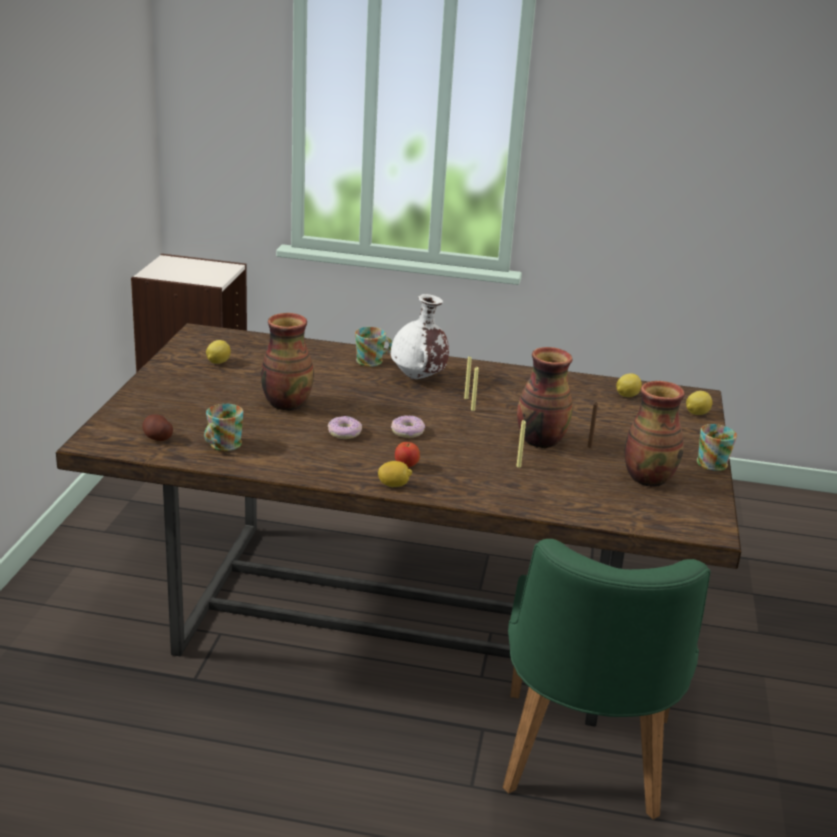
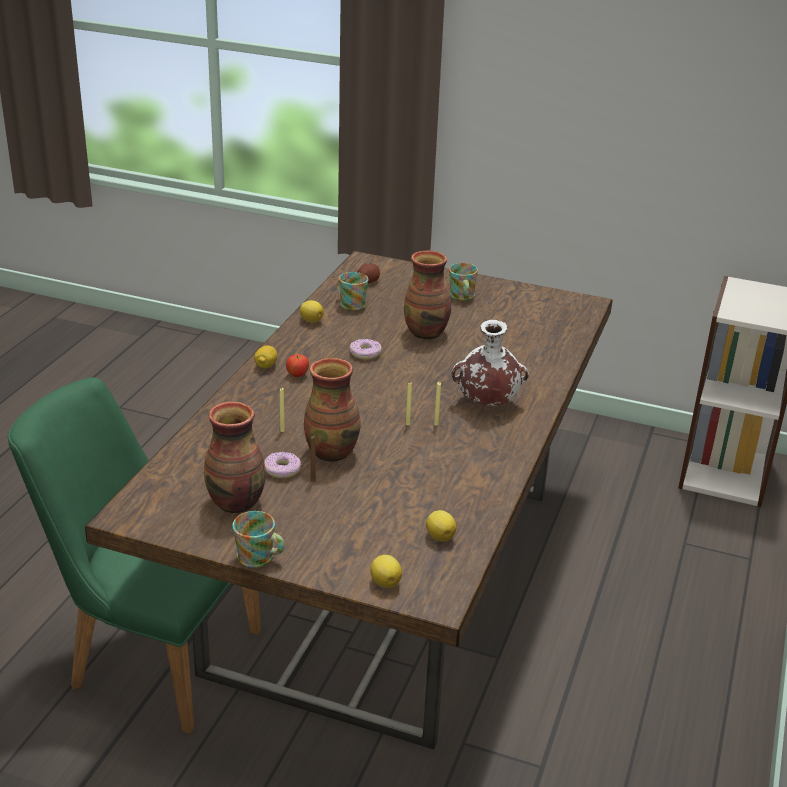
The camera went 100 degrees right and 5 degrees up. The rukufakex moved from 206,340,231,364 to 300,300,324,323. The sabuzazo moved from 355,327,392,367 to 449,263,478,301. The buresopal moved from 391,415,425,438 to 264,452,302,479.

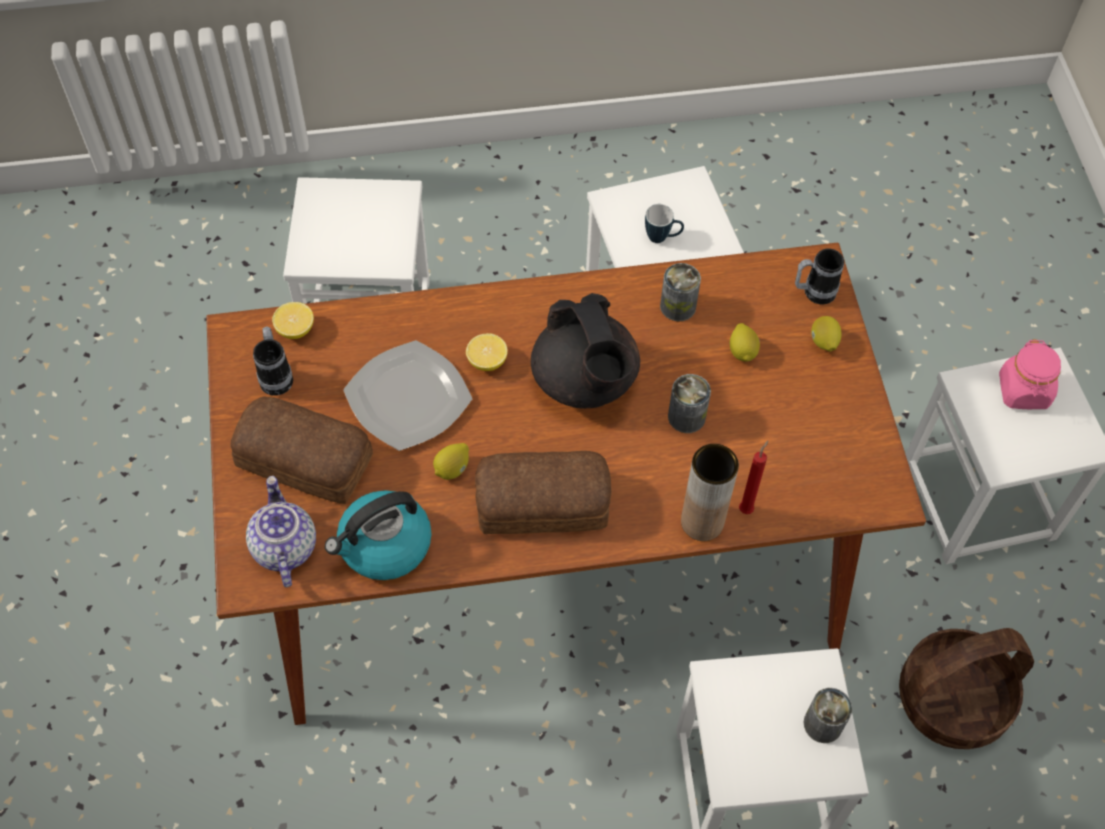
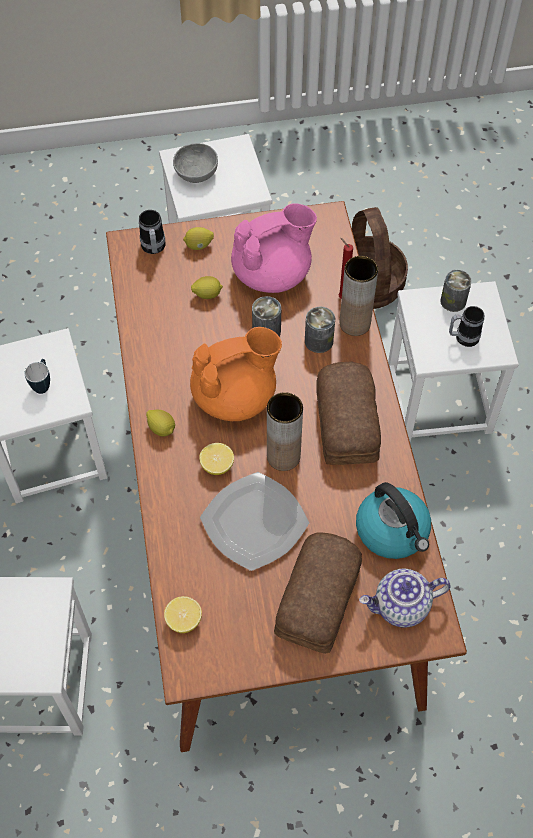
The camera went 90 degrees left and 0 degrees up. The sabuzazo moved from 253,326,293,396 to 449,306,485,347. The rukufakex moved from 433,443,469,480 to 146,410,175,437. The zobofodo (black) at 531,293,640,409 became the zobofodo (orange) at 190,327,282,421. The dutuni moved from 660,263,701,321 to 305,307,335,353. The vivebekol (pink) at 999,339,1061,409 was replaced by the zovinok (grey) at 173,143,218,183. The zobofodo (pink) at 231,204,317,293 appeared. The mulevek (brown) at 267,392,303,471 appeared.

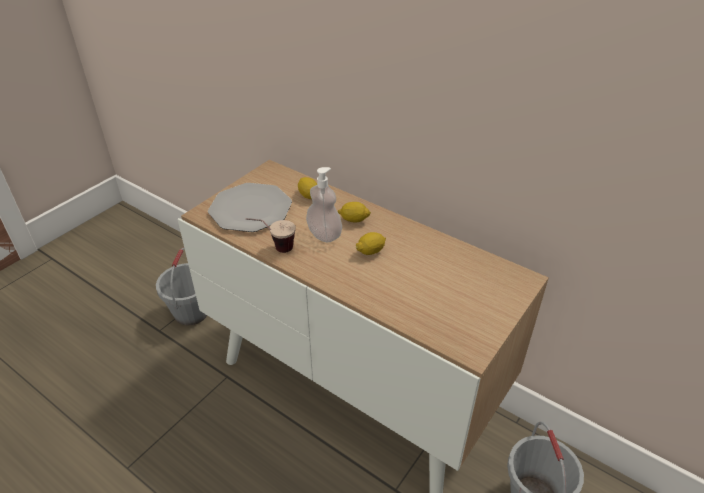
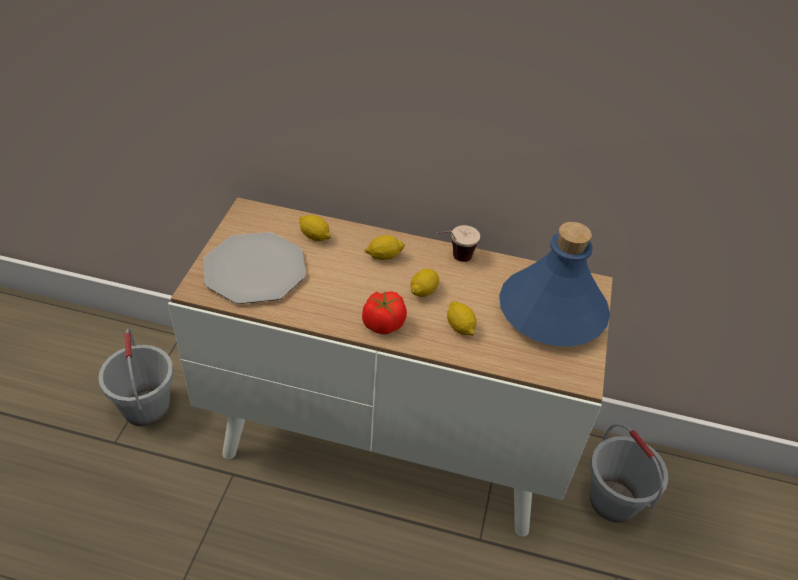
The camera went 25 degrees left and 5 degrees up. The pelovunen moved from 246,218,296,253 to 436,225,480,262. The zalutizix at 306,167,342,242 disappeared. The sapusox at 362,291,407,334 appeared. The rukufakex at 447,301,477,336 appeared. The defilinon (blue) at 499,222,610,347 appeared.

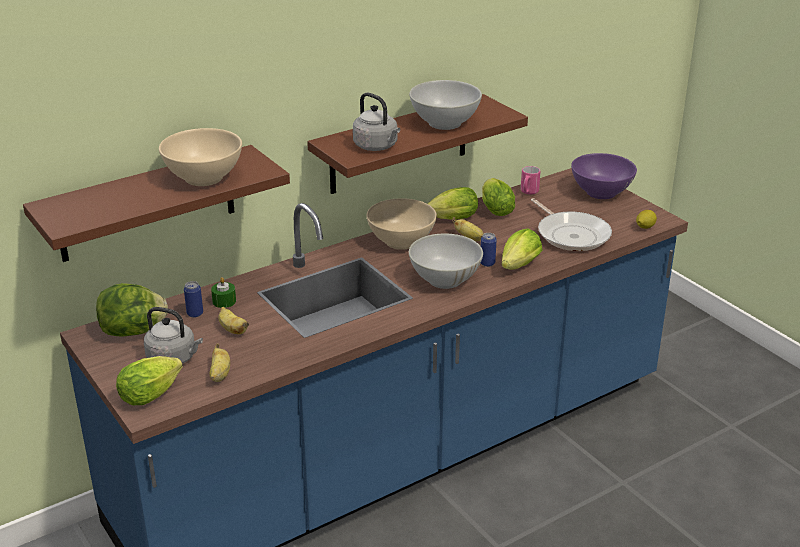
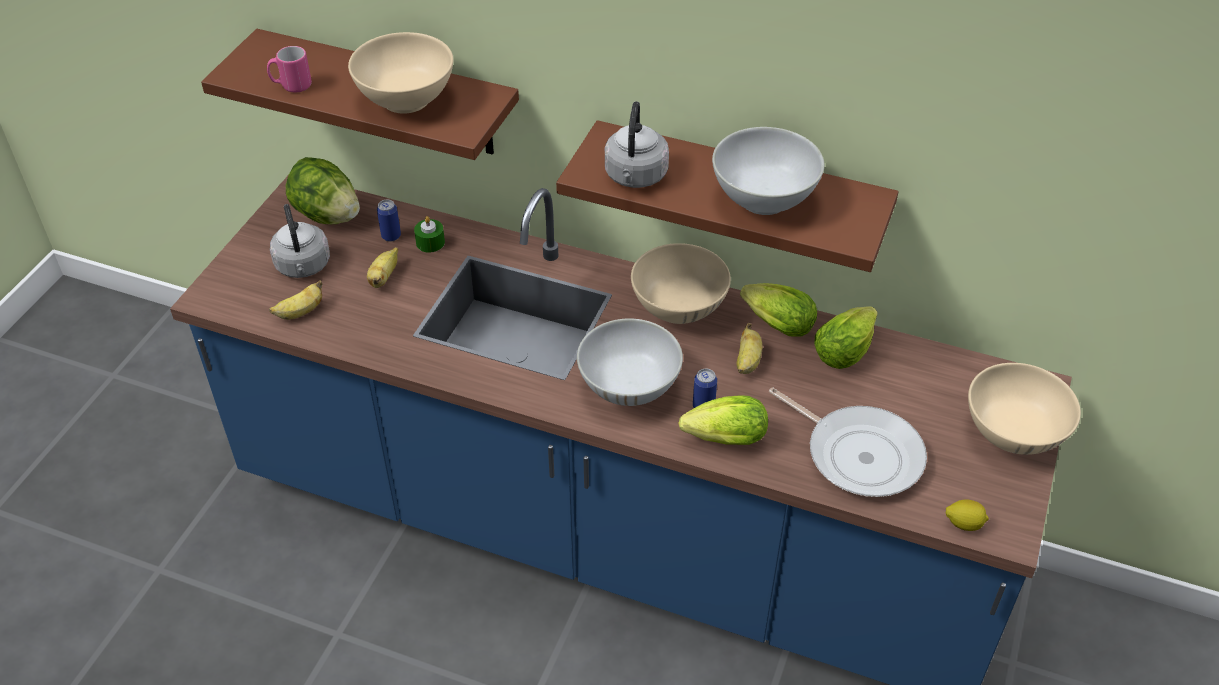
The camera went 55 degrees right and 15 degrees up. The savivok at 116,356,183,405 disappeared. The sabuzazo (pink) moved from 521,166,541,194 to 267,46,312,93. The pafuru at 531,198,612,251 turned 75 degrees counterclockwise. The zovinok (purple) at 571,153,637,199 became the zovinok (beige) at 968,363,1081,455.

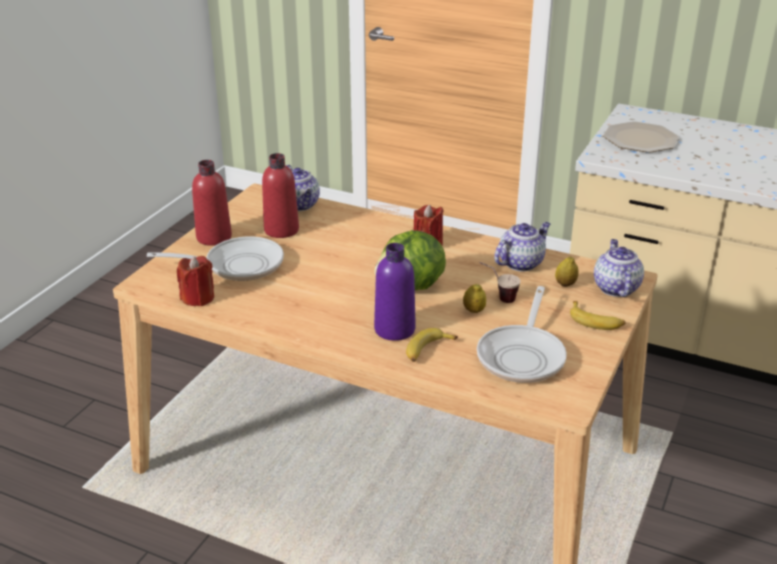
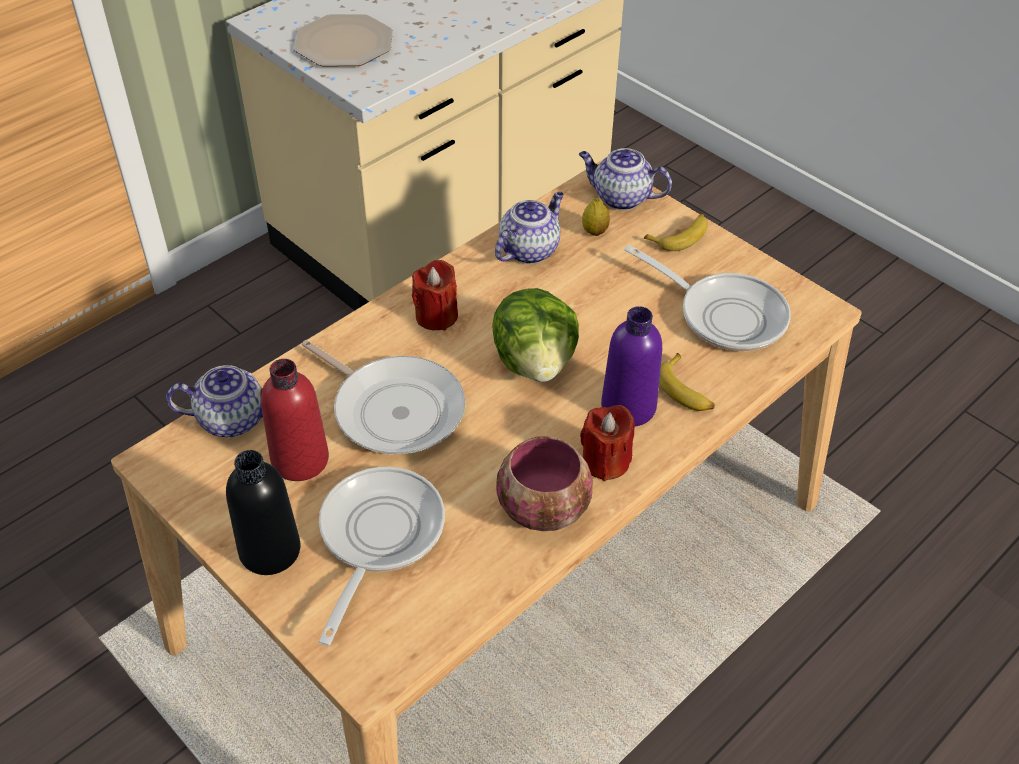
The camera went 70 degrees left and 15 degrees up. The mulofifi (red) moved from 177,256,214,306 to 580,405,635,481. The defilinon (red) at 192,160,232,246 became the defilinon (black) at 226,450,301,575. The rukufakex at 463,284,486,313 disappeared. The pelovunen at 480,262,521,303 disappeared. The zobofodo at 494,222,550,272 turned 60 degrees clockwise. The pafuru at 301,340,466,454 appeared. The zovinok at 496,436,593,531 appeared.

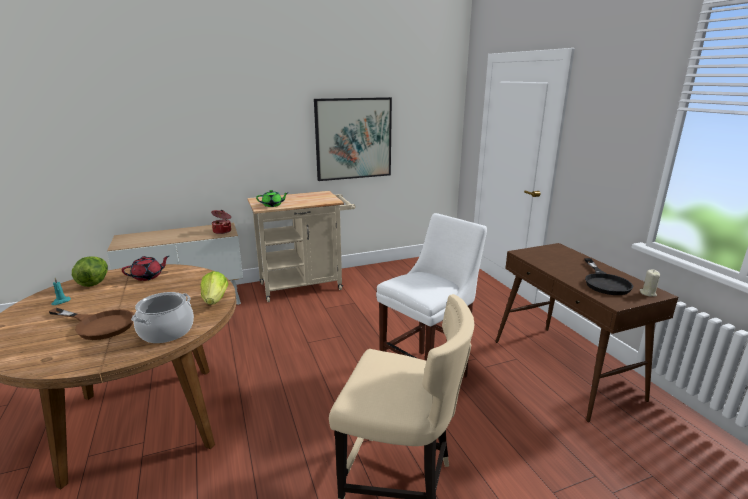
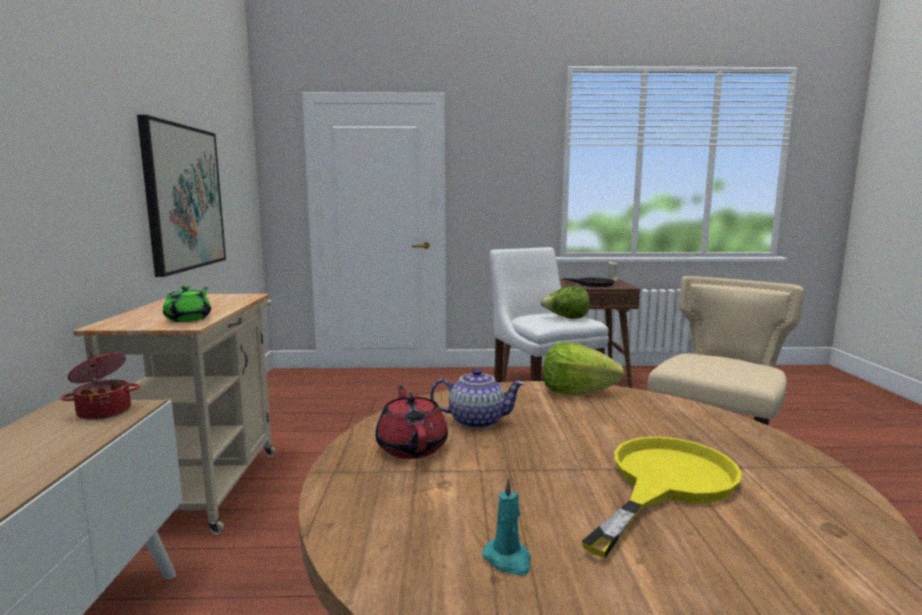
The camera went 70 degrees left and 10 degrees down. The pafuru (brown) at 48,308,134,340 became the pafuru (yellow) at 581,437,742,558. The savivok moved from 72,256,108,287 to 540,286,590,319. The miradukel at 131,292,194,343 disappeared. The zobofodo at 430,368,525,429 appeared.

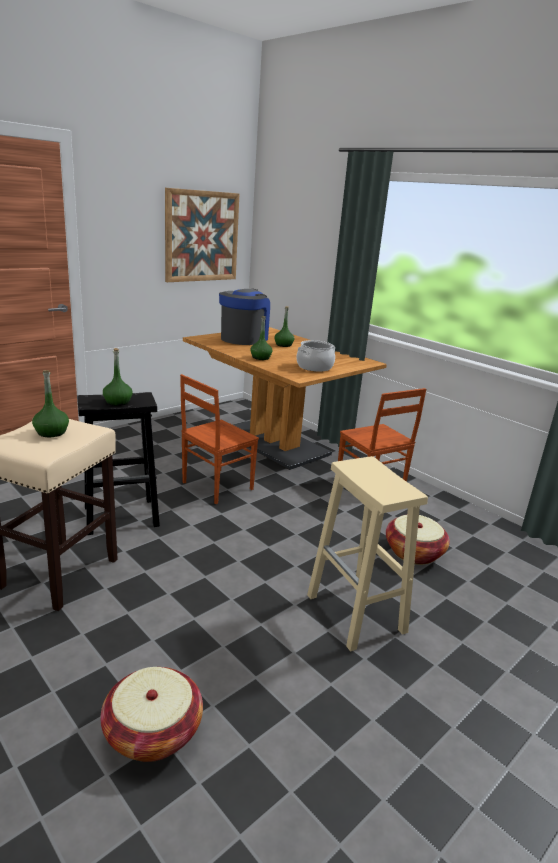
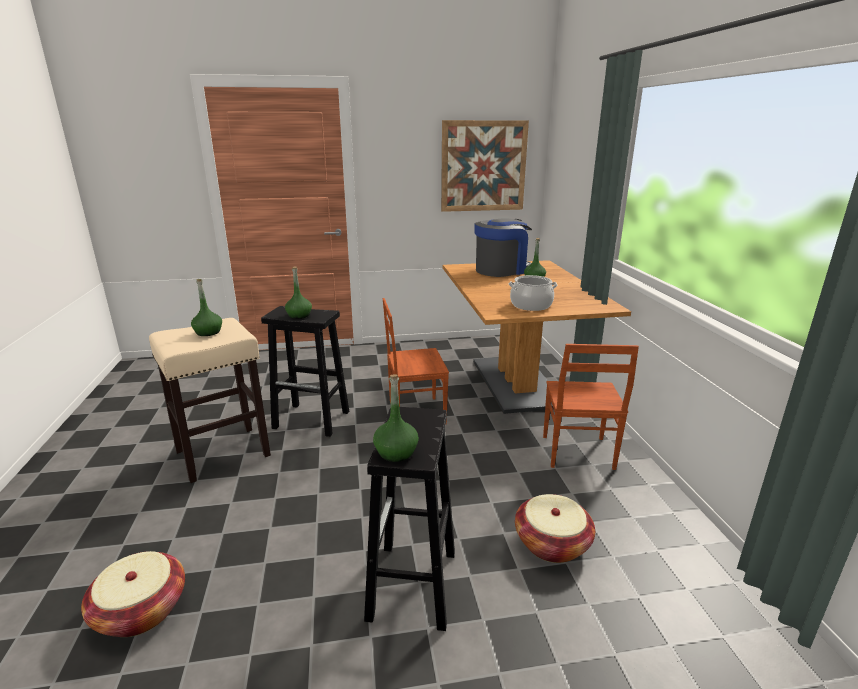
The camera went 35 degrees right and 0 degrees up. The defilinon (green) moved from 250,316,273,360 to 373,374,419,462. The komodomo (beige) at 307,456,428,652 became the komodomo (black) at 364,407,455,631.

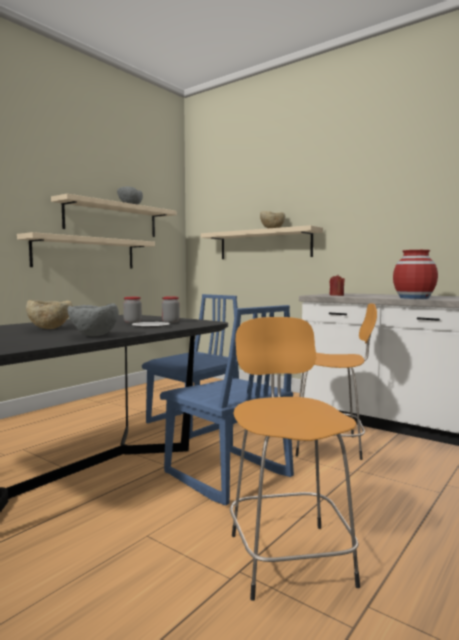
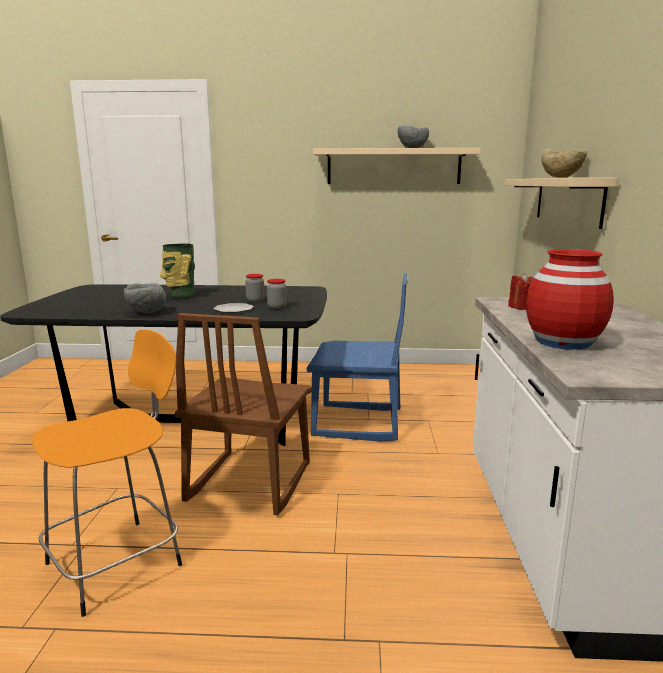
The camera went 55 degrees right and 10 degrees up. The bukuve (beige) at 17,232,155,269 disappeared. The zovinok (beige) at 26,300,72,329 was replaced by the mulevek at 160,243,195,299. The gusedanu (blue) at 160,305,294,505 became the gusedanu (brown) at 175,313,312,515. The komodomo (orange) at 296,303,377,460 disappeared.

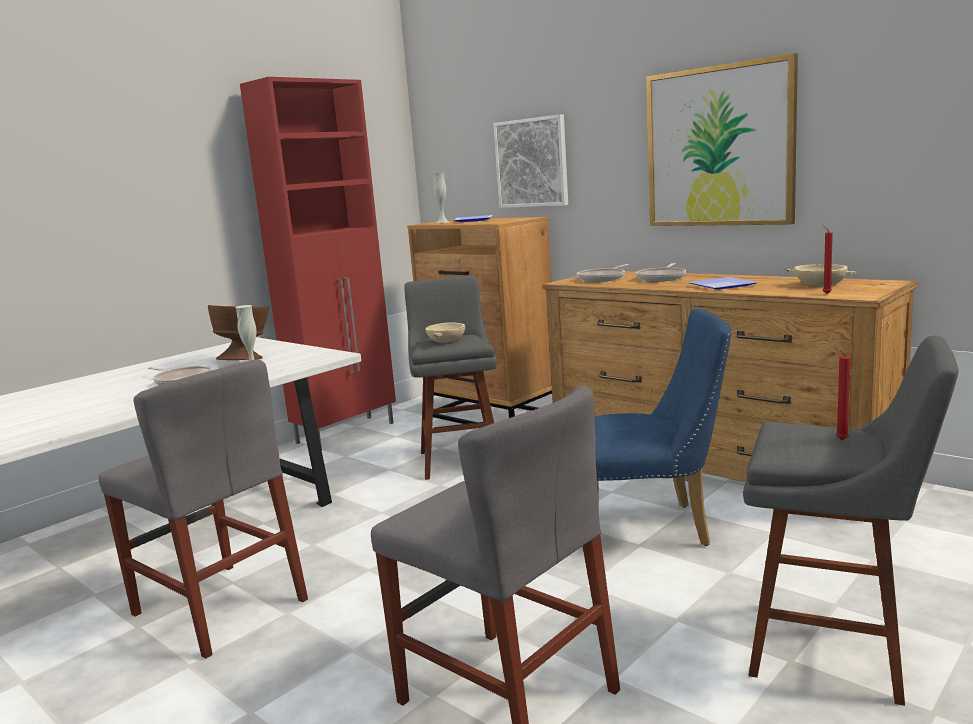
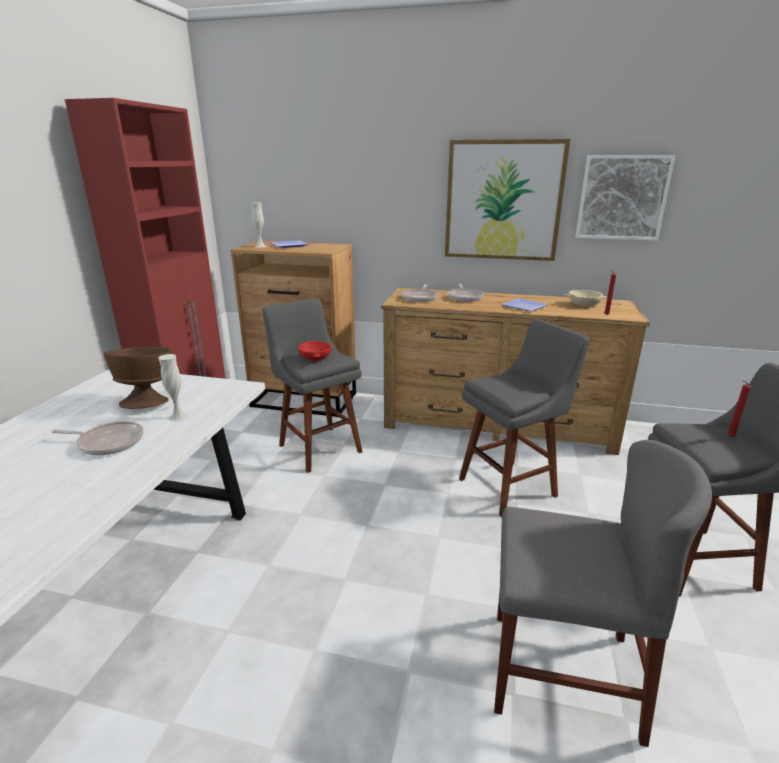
The camera went 30 degrees left and 10 degrees up. The gusedanu (grey) at 99,359,308,659 disappeared. The zovinok (beige) at 425,322,465,343 became the zovinok (red) at 298,341,332,361. The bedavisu moved from 493,114,568,208 to 576,155,675,241. The gusedanu (blue) at 594,309,732,546 was replaced by the komodomo (grey) at 459,319,590,517.

